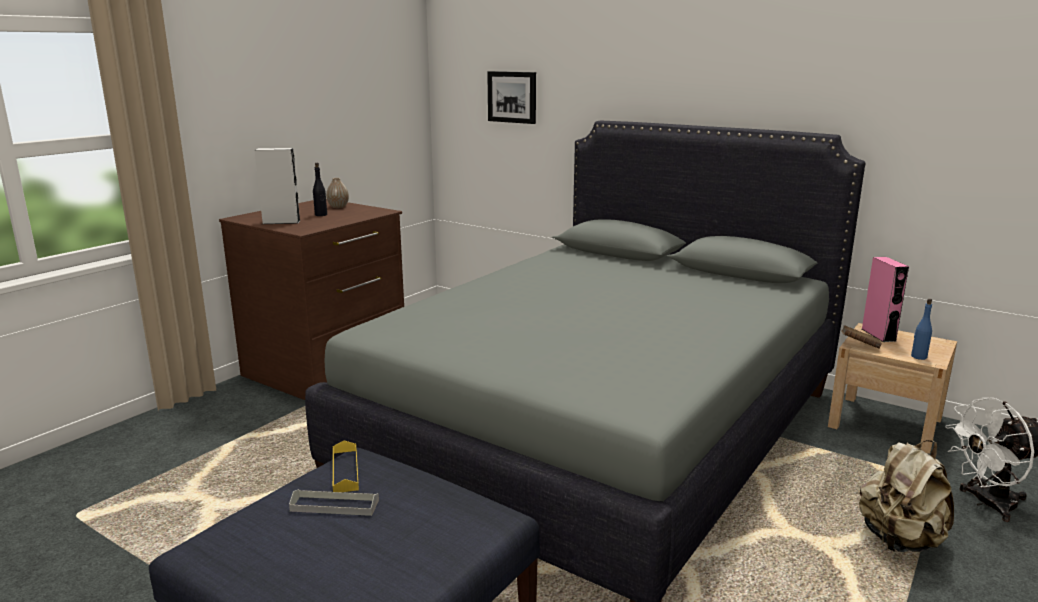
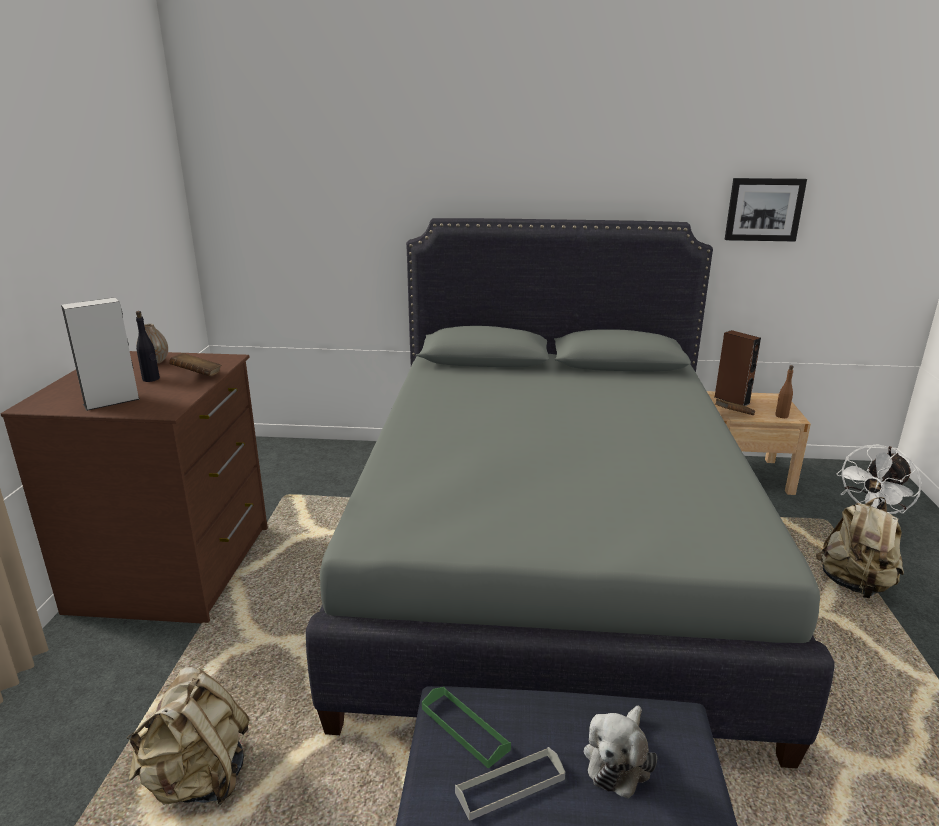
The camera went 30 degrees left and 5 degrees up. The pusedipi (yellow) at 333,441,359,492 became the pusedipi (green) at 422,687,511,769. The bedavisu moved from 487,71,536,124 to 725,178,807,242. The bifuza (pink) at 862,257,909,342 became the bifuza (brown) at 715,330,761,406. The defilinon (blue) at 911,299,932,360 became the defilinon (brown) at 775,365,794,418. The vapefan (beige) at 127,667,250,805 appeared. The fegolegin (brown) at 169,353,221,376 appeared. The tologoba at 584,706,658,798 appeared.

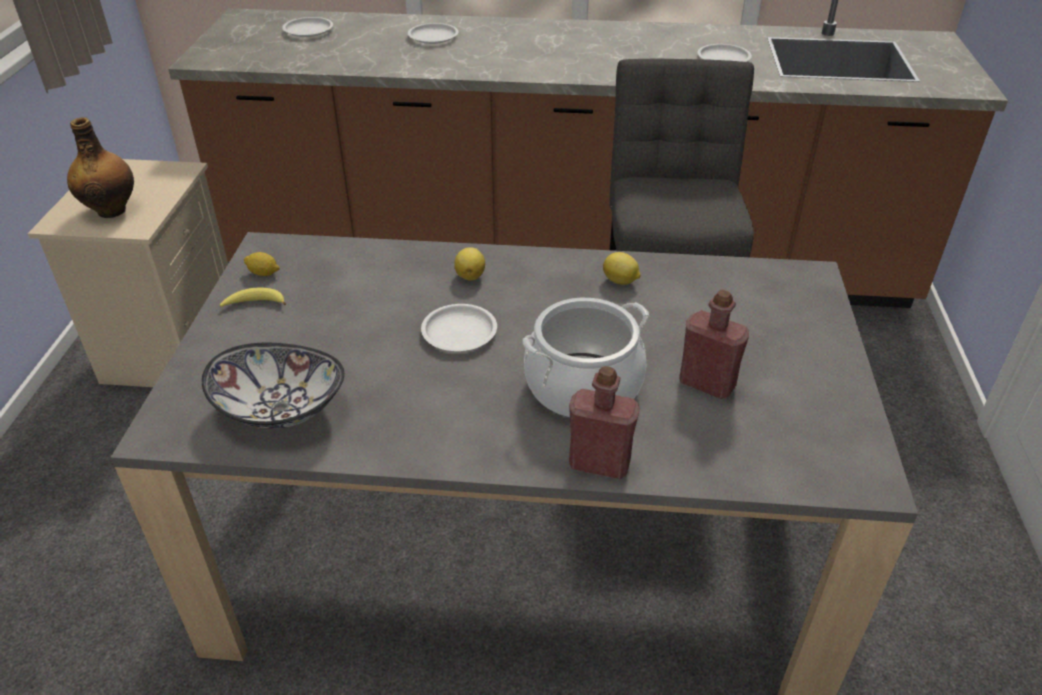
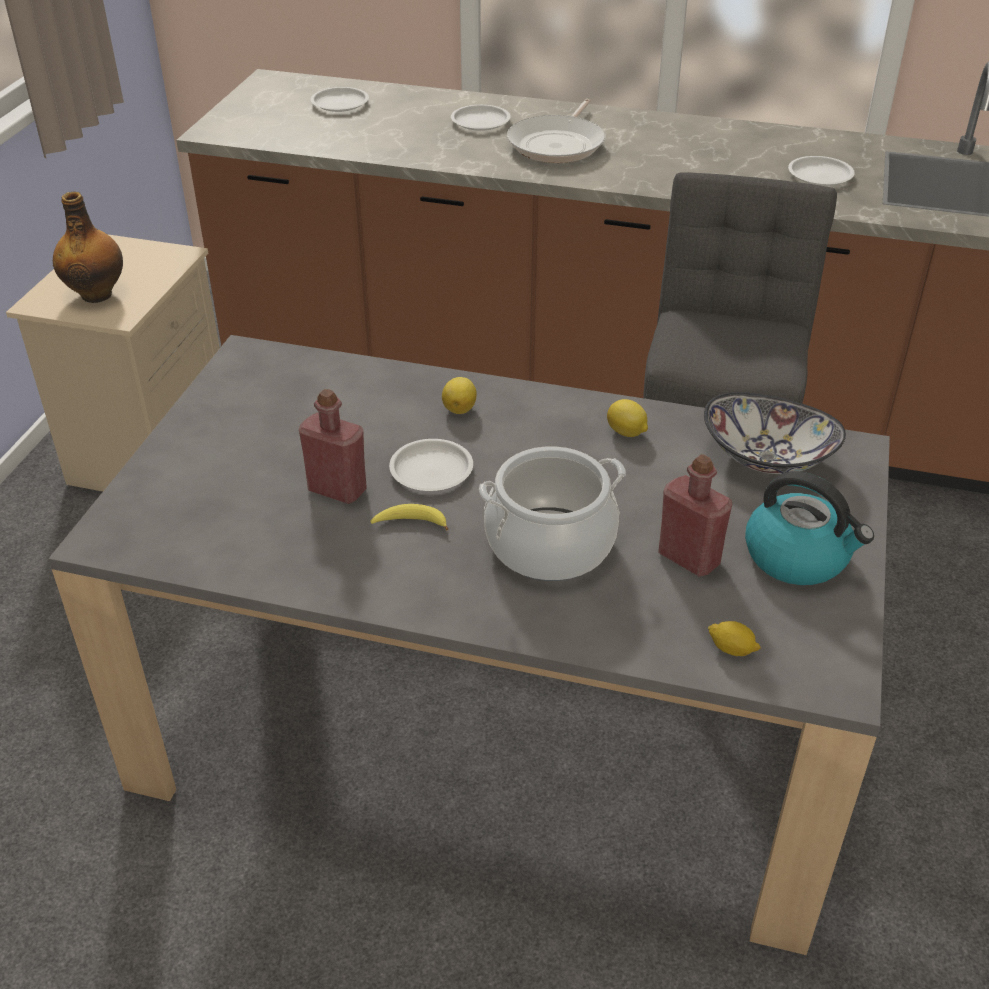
The camera went 10 degrees right and 0 degrees up. The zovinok moved from 202,343,344,429 to 704,392,846,474. The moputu moved from 220,288,286,307 to 370,504,448,530. The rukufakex moved from 244,252,280,276 to 708,621,761,656. The defilinon (red) moved from 569,366,640,479 to 299,389,367,504. The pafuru at 507,99,605,163 appeared. The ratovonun at 745,471,874,585 appeared.

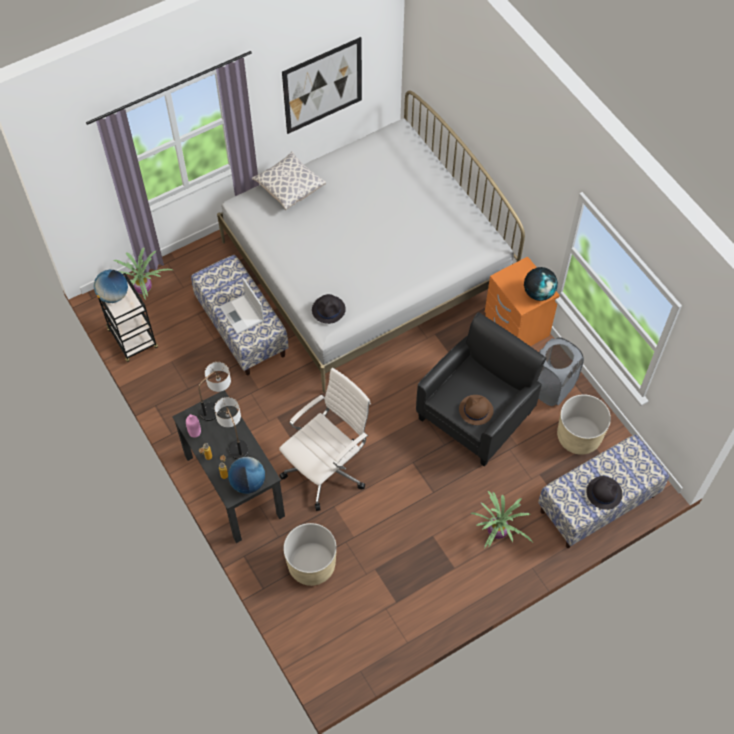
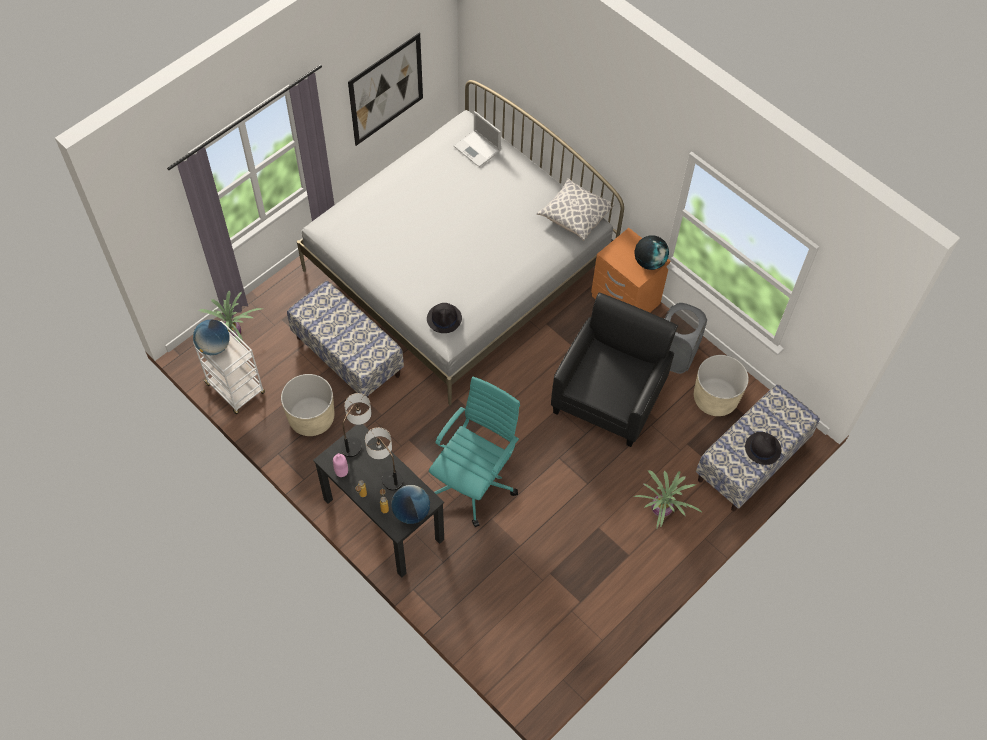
The camera went 15 degrees left and 0 degrees up. The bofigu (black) at 98,273,158,362 became the bofigu (white) at 193,320,265,414. The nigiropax moved from 219,278,264,334 to 454,111,501,167. The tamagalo moved from 252,151,326,210 to 537,178,614,241. The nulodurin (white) at 279,368,371,511 became the nulodurin (turquoise) at 429,377,520,527. The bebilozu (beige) moved from 283,523,337,586 to 281,374,334,436. The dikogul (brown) at 459,395,493,425 disappeared.

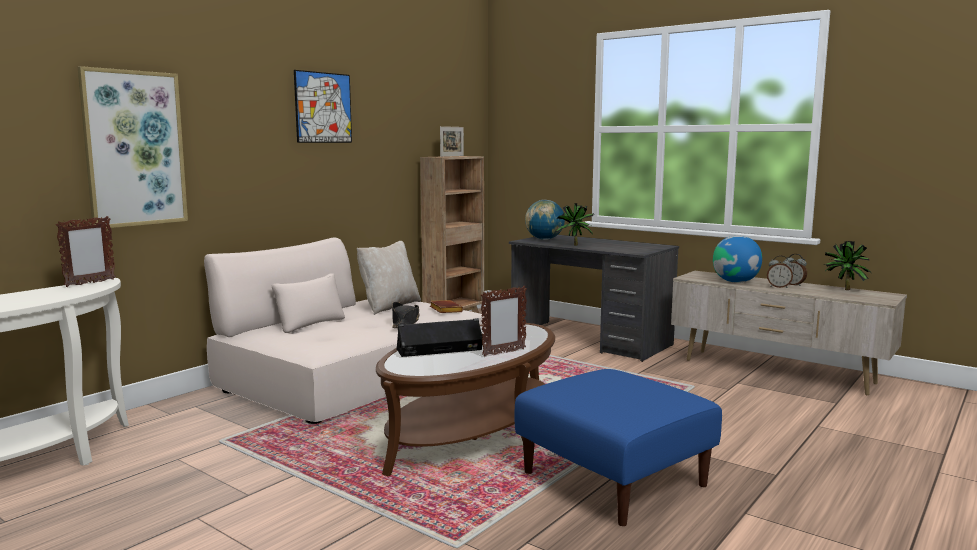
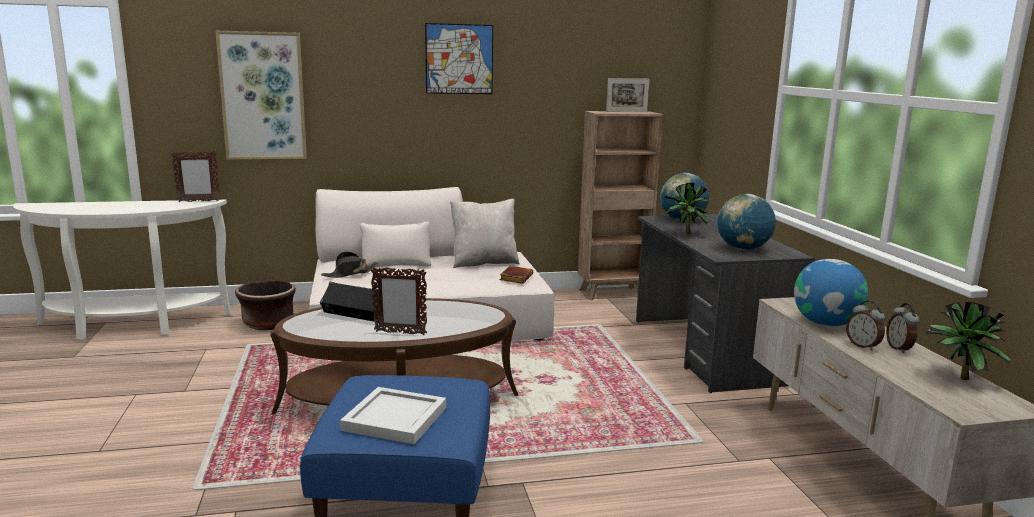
The camera went 40 degrees right and 5 degrees up. The dikogul (black) moved from 392,302,419,328 to 321,251,379,278. The bebilozu (brown) at 235,280,296,330 appeared. The pusedipi (white) at 340,387,446,444 appeared. The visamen at 717,194,776,250 appeared.

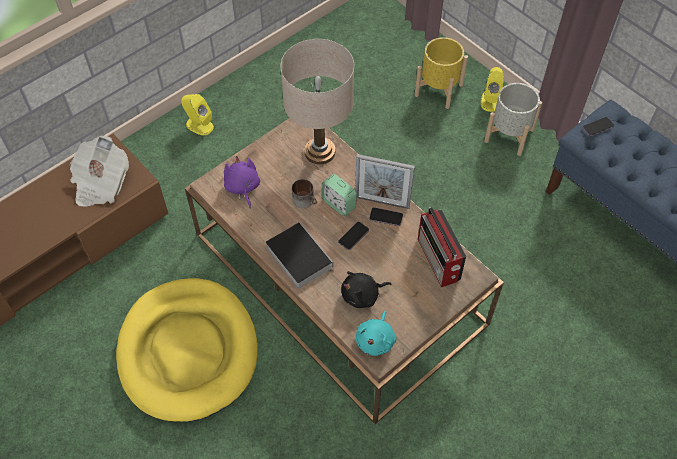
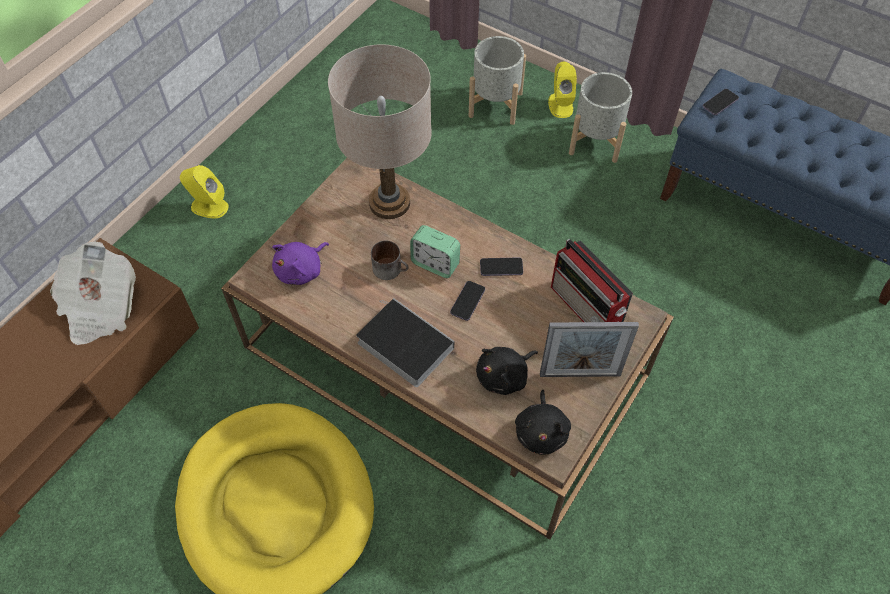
The camera went 15 degrees left and 0 degrees up. The tologoba (purple) at 224,156,260,208 turned 105 degrees counterclockwise. The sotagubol moved from 355,154,415,209 to 540,322,639,377. The tologoba (turquoise) at 356,311,396,356 became the tologoba (black) at 515,390,571,455. The bebilozu (yellow) at 415,37,468,109 became the bebilozu (grey) at 469,36,526,125.

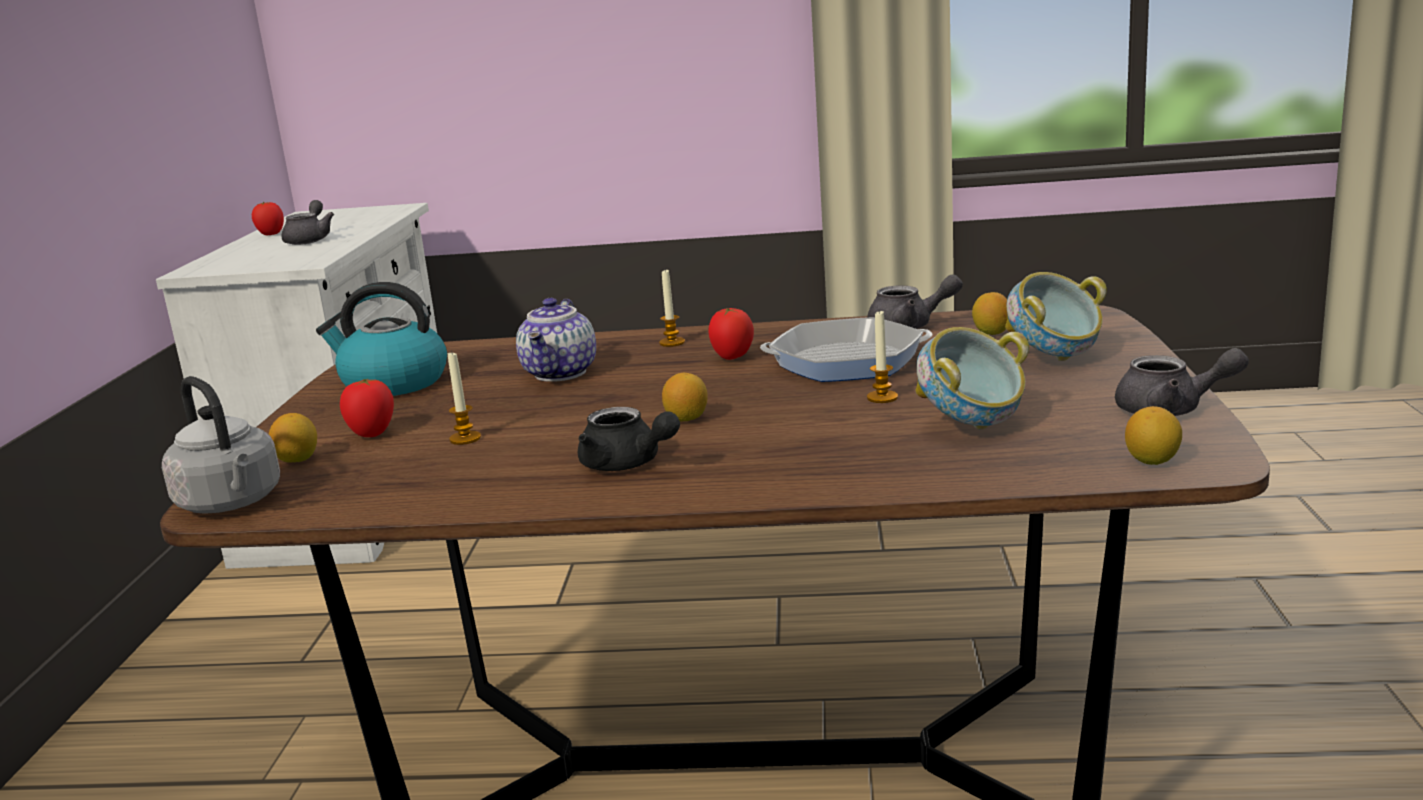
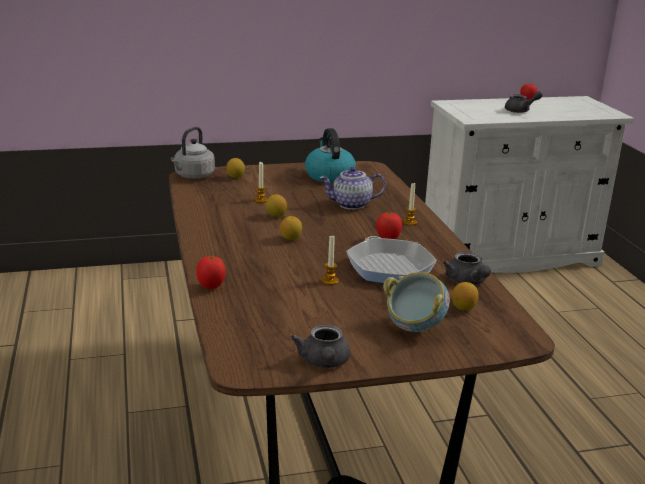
The camera went 70 degrees right and 5 degrees up. The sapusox moved from 340,379,394,437 to 196,256,226,289. The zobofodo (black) at 578,407,680,471 disappeared. The zovinok at 916,327,1029,430 disappeared. The rukufakex moved from 1125,406,1182,465 to 266,194,287,217.

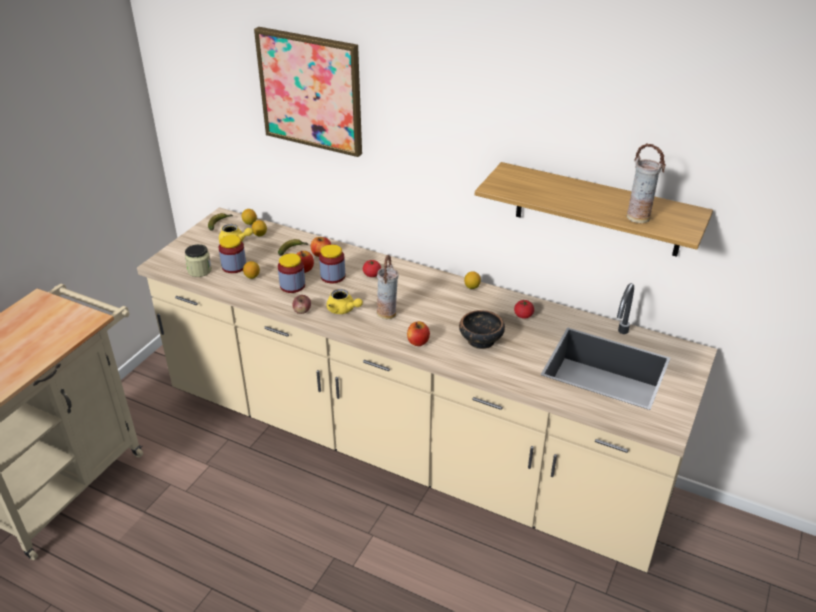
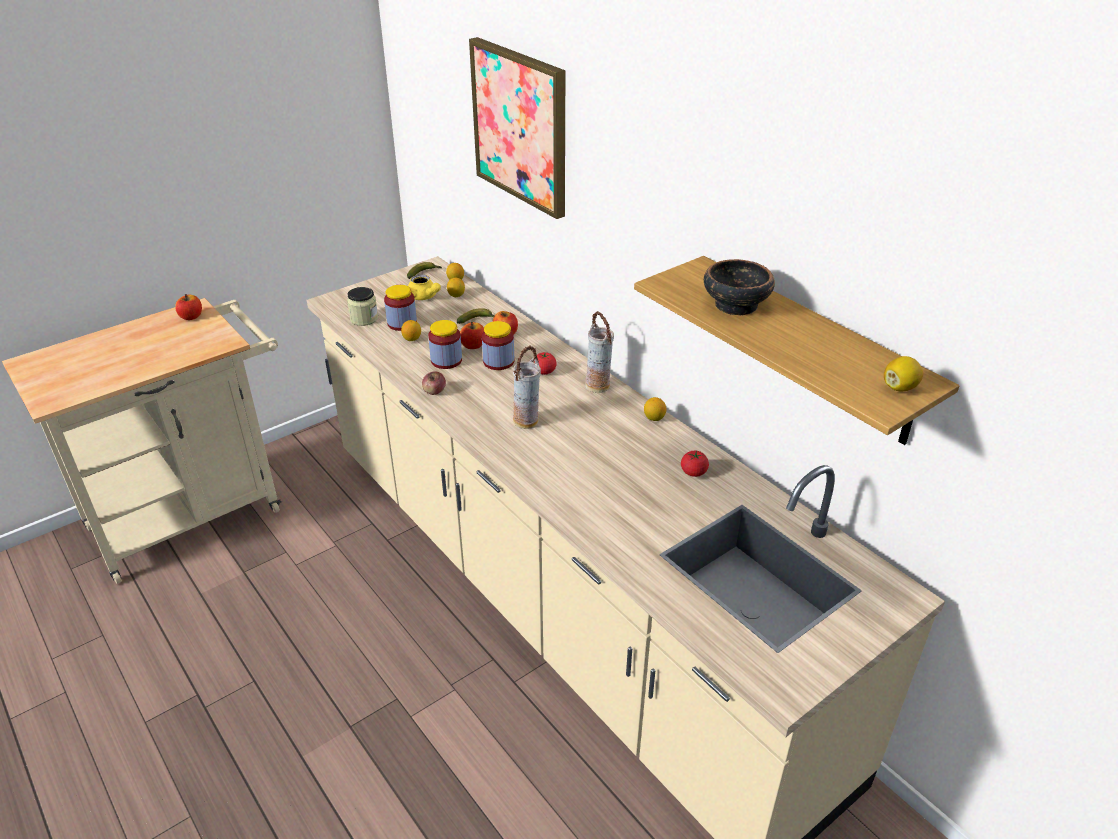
The camera went 25 degrees right and 0 degrees up. The zobofodo (yellow) at 327,289,363,314 disappeared. The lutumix moved from 407,321,430,346 to 175,294,202,320. The zovinok moved from 459,310,505,349 to 704,259,775,316. The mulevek moved from 627,144,666,223 to 585,311,614,393. The rukufakex at 884,356,923,391 appeared.

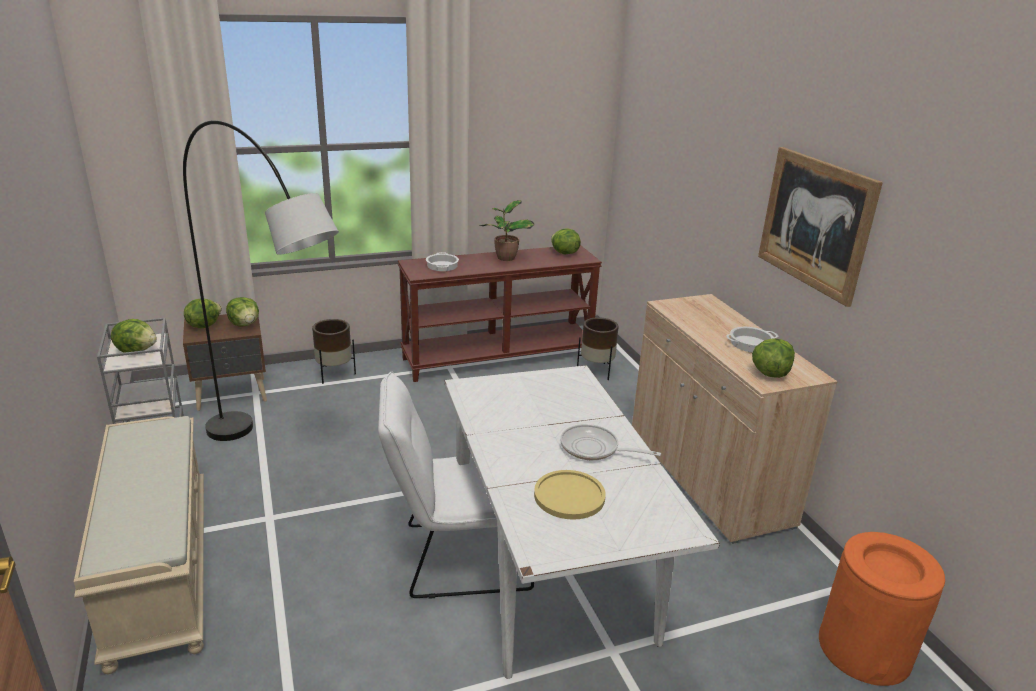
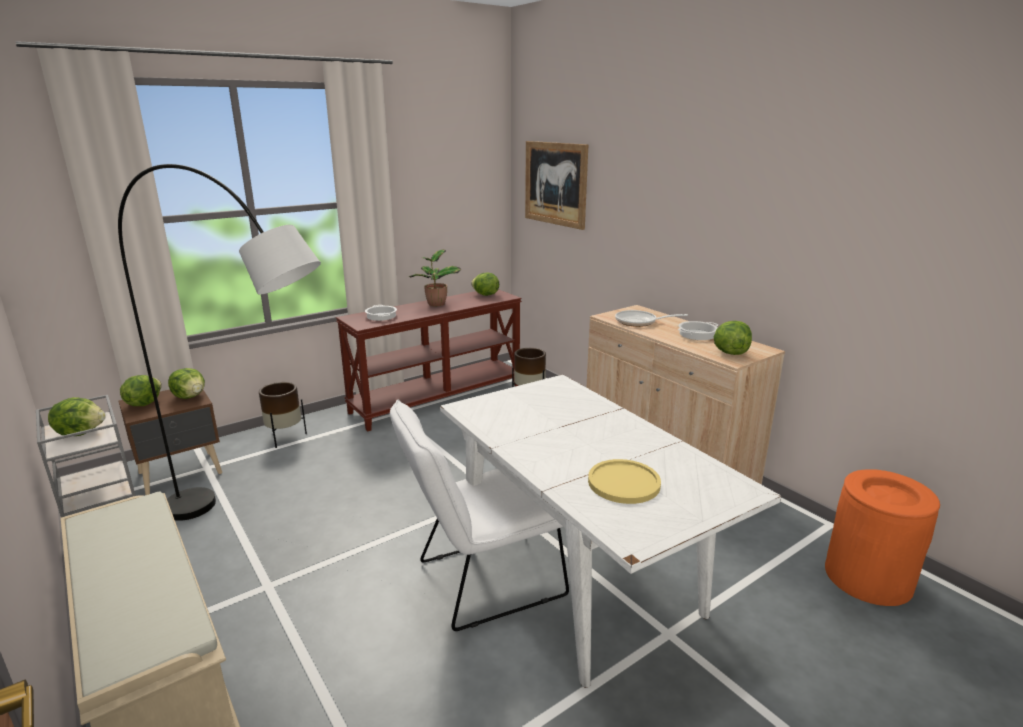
The camera went 15 degrees left and 5 degrees down. The pafuru moved from 560,424,661,460 to 615,310,688,327. The bedavisu moved from 758,147,883,307 to 525,141,588,230.

